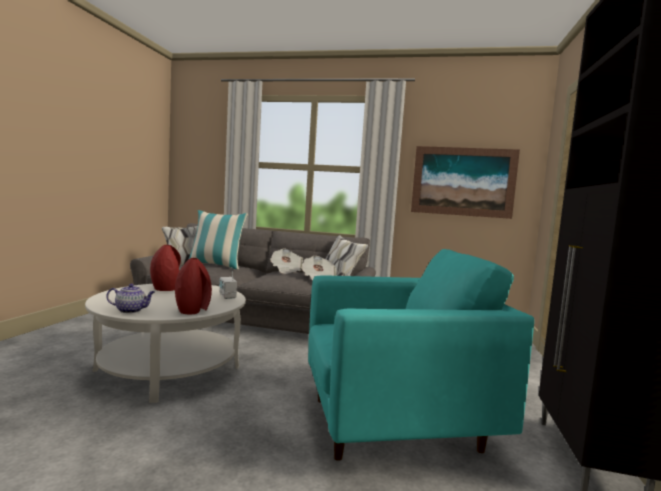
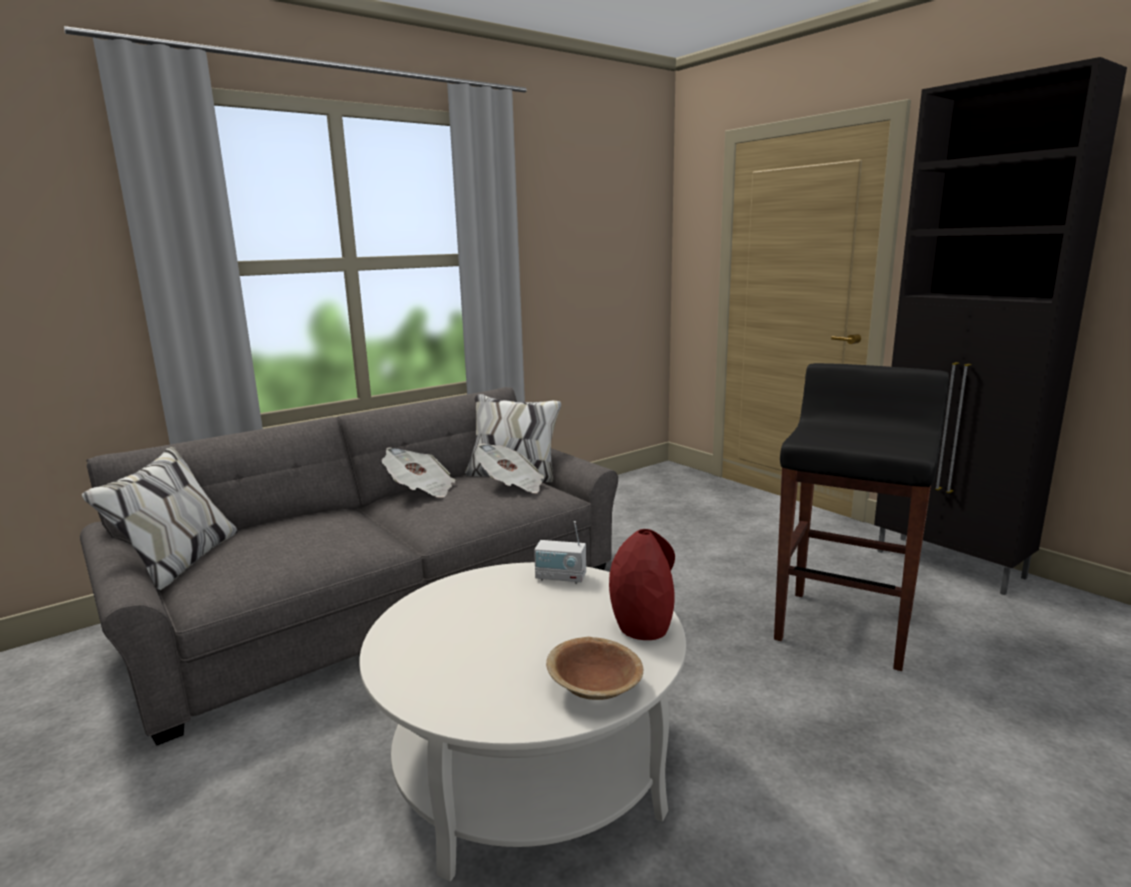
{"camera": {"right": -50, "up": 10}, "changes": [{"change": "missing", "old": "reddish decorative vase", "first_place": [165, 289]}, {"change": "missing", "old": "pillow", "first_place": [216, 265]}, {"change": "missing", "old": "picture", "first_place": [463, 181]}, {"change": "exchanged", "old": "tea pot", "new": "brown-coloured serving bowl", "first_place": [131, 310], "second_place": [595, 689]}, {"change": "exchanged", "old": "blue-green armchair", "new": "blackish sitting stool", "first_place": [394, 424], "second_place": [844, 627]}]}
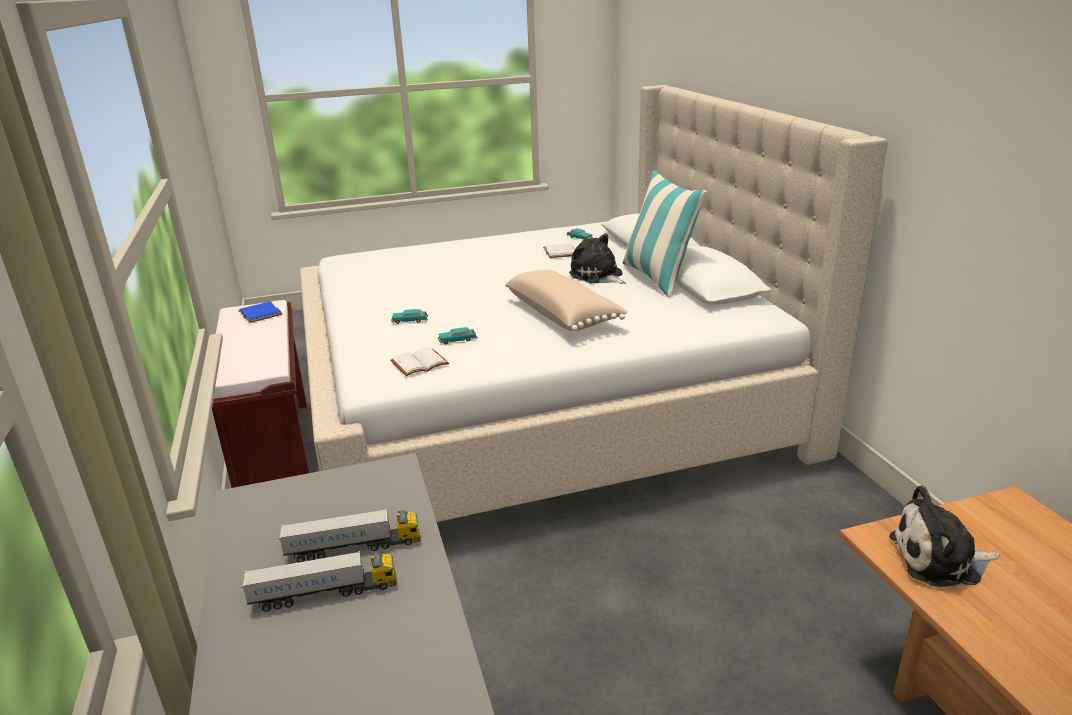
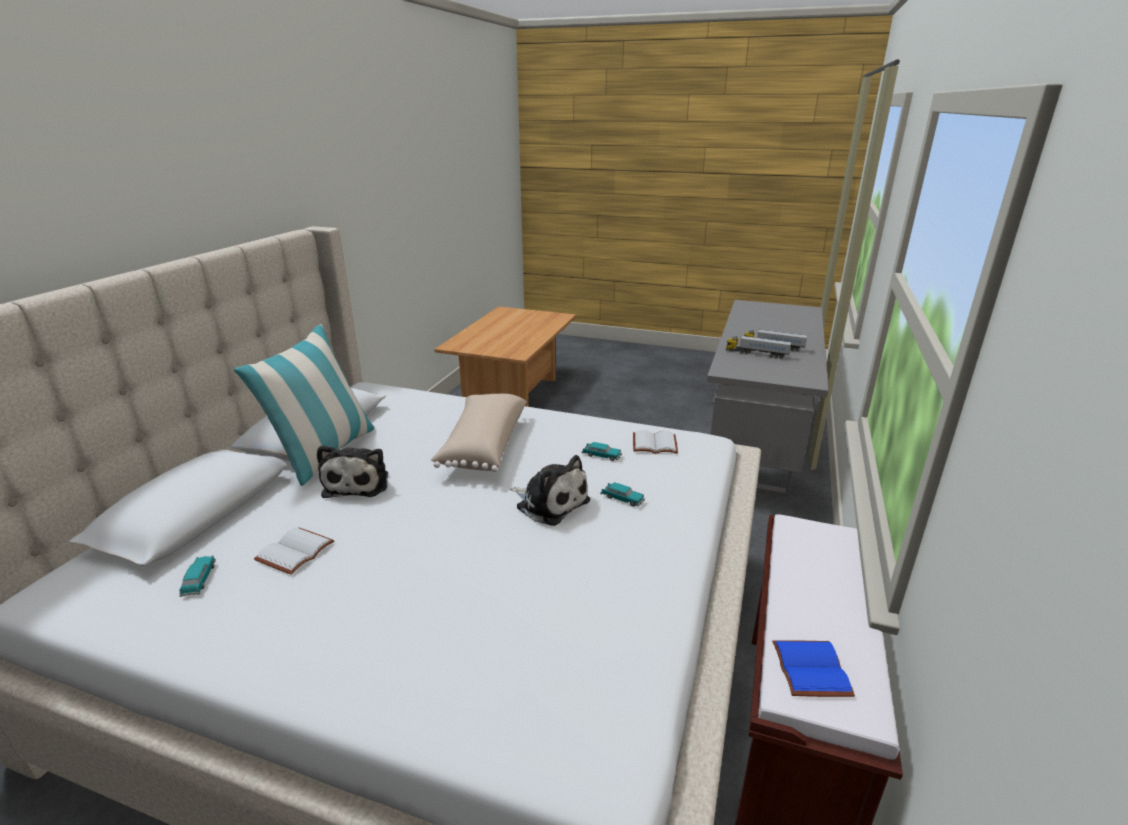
{"camera": {"right": -145, "up": 0}, "changes": [{"change": "relocated", "old": "plush toy", "first_place": [940, 560], "second_place": [550, 503]}]}
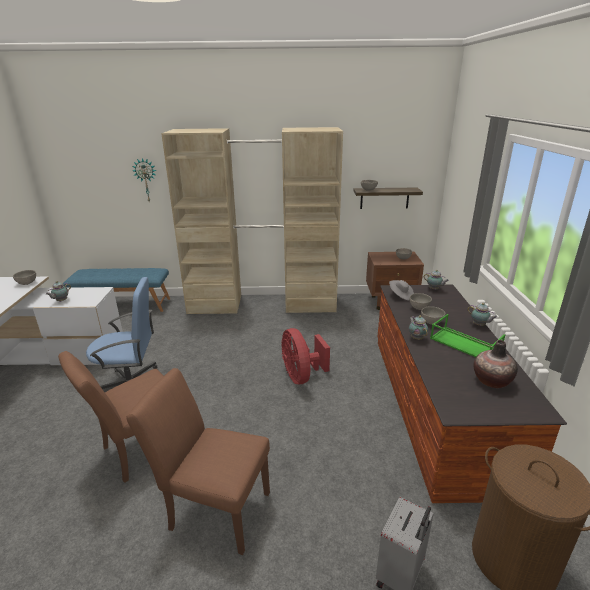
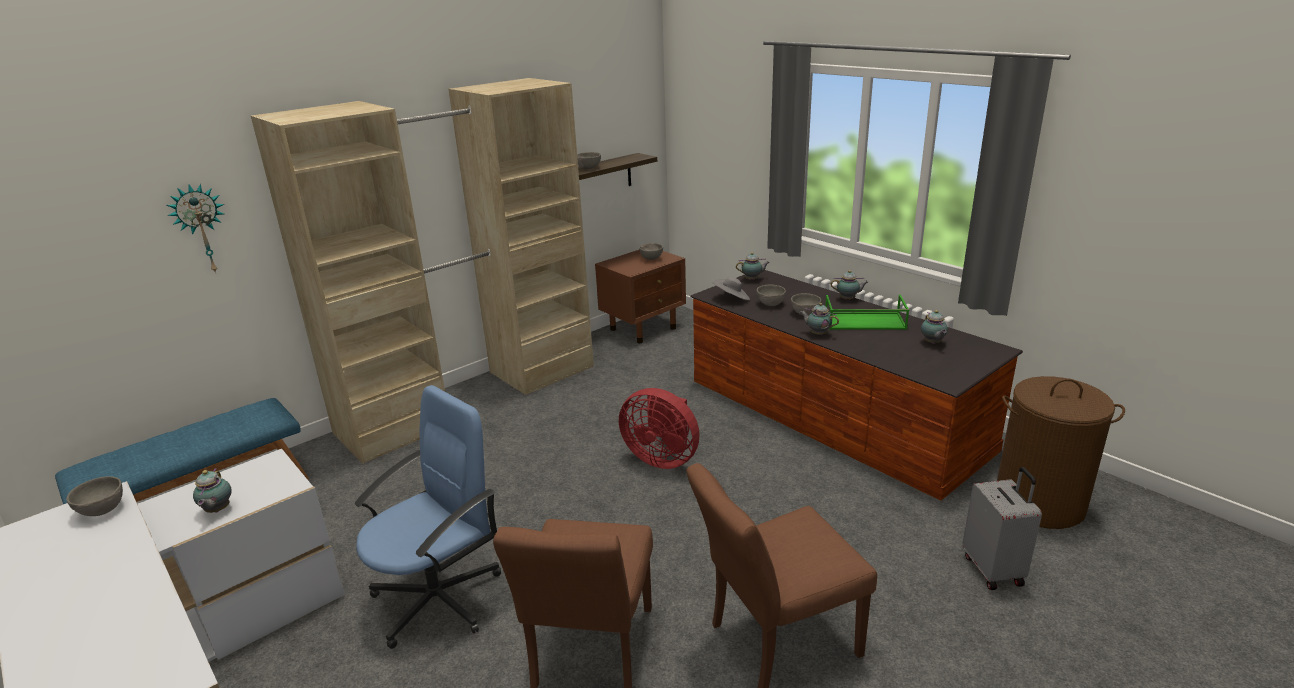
{"camera": {"right": -40, "up": 0}, "changes": [{"change": "exchanged", "old": "decorative vase", "new": "tea pot", "first_place": [491, 380], "second_place": [932, 343]}]}
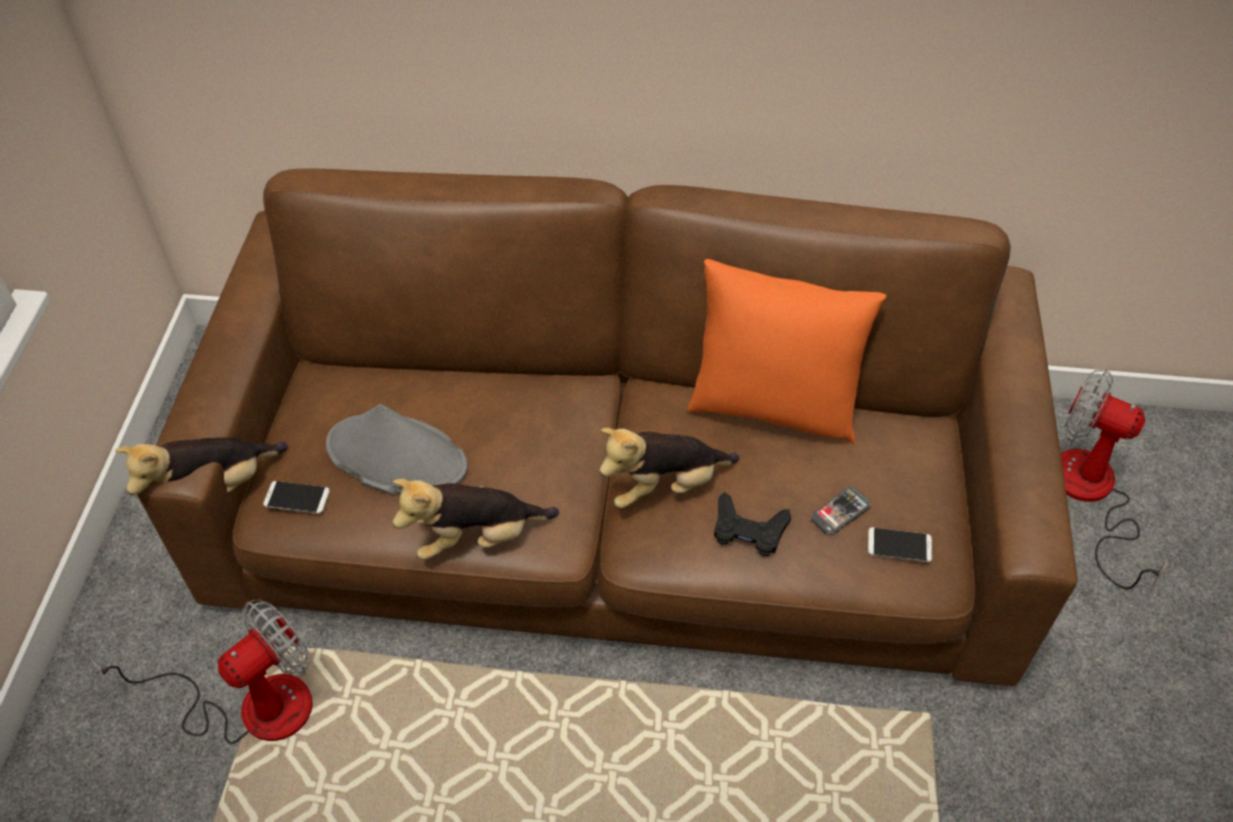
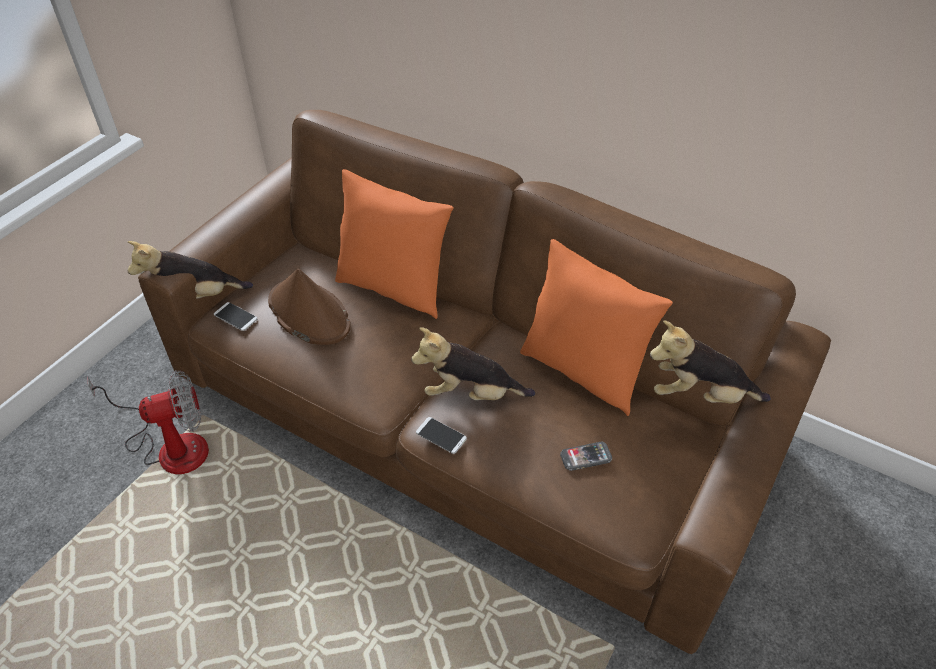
{"camera": {"right": 25, "up": -5}, "changes": [{"change": "missing", "old": "blackish joypad", "first_place": [748, 530]}, {"change": "missing", "old": "fan", "first_place": [1090, 496]}, {"change": "appeared", "new": "orangey pillow", "second_place": [393, 288]}, {"change": "relocated", "old": "plush toy", "first_place": [477, 537], "second_place": [700, 395]}, {"change": "relocated", "old": "handset", "first_place": [899, 545], "second_place": [441, 435]}, {"change": "colour", "old": "greyish clothing hat", "new": "brown-coloured clothing hat", "first_place": [396, 457], "second_place": [308, 313]}]}
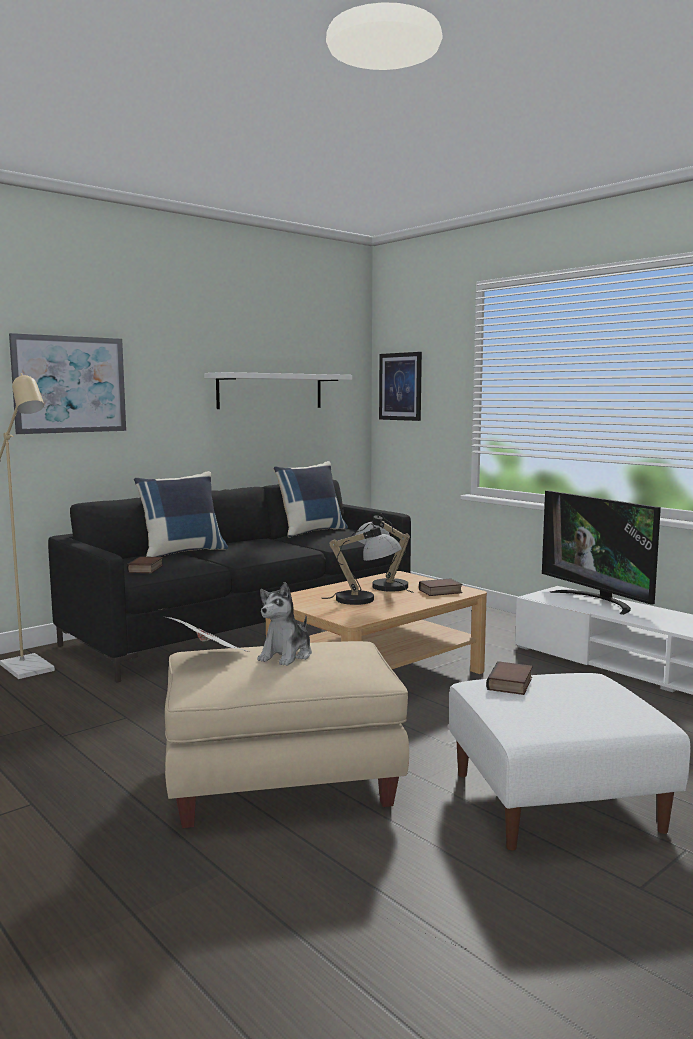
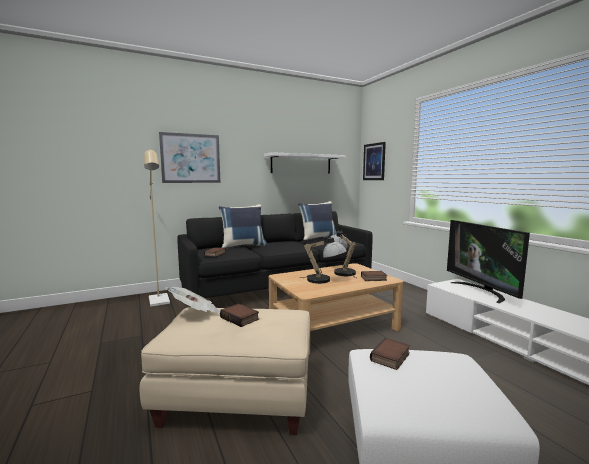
{"camera": {"right": 15, "up": 0}, "changes": [{"change": "exchanged", "old": "plush toy", "new": "bound book", "first_place": [286, 655], "second_place": [240, 318]}]}
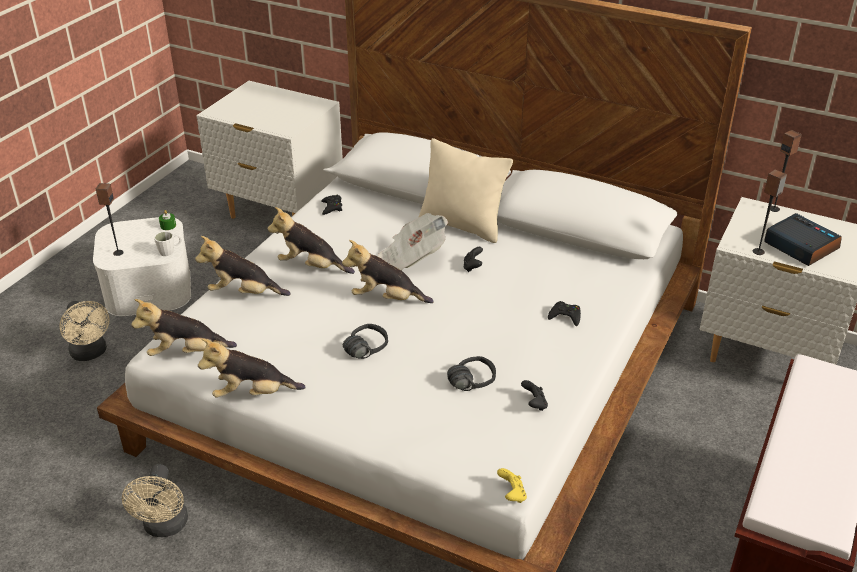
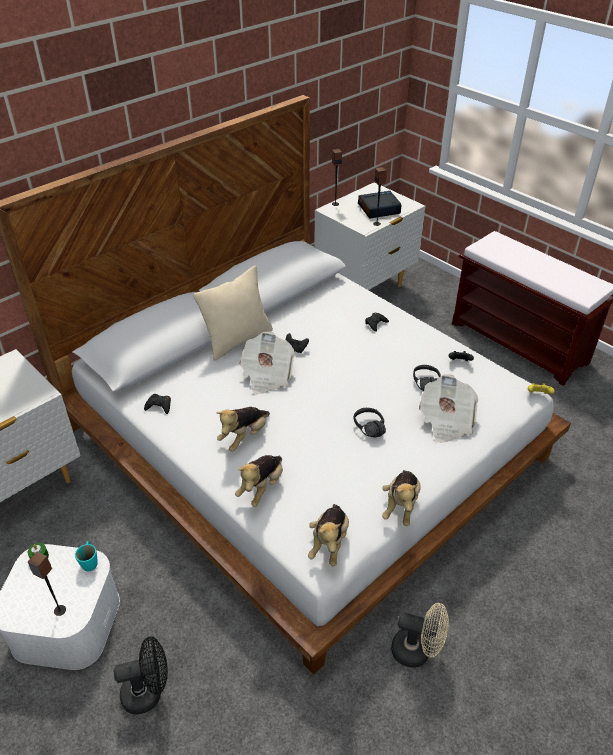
{"camera": {"right": -70, "up": 5}, "changes": [{"change": "missing", "old": "plush toy", "first_place": [386, 299]}, {"change": "appeared", "new": "daily paper", "second_place": [446, 421]}, {"change": "colour", "old": "beige fan", "new": "blackish fan", "first_place": [91, 353], "second_place": [148, 692]}, {"change": "colour", "old": "white mug", "new": "blue-green mug", "first_place": [170, 251], "second_place": [90, 561]}]}
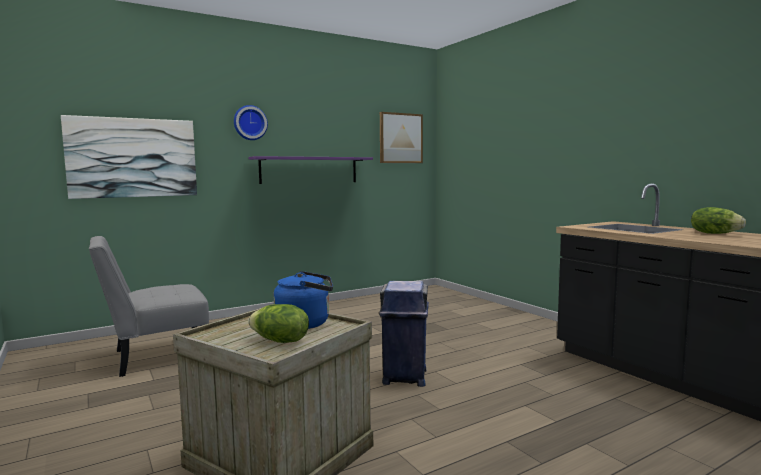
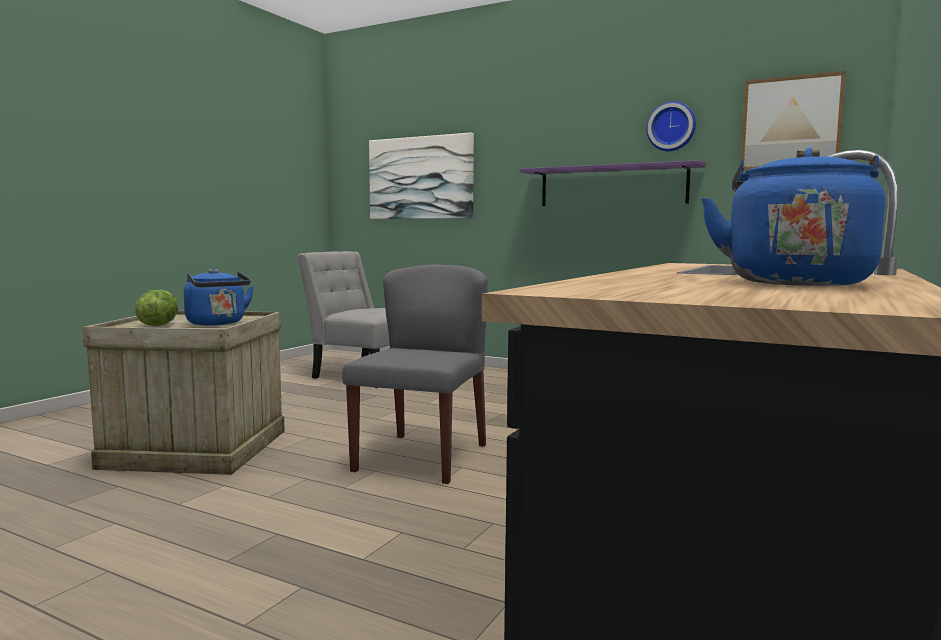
{"camera": {"right": 60, "up": 0}, "changes": [{"change": "relocated", "old": "hanging clock", "first_place": [249, 123], "second_place": [671, 127]}, {"change": "exchanged", "old": "bluish waste bin", "new": "greyish plain chair", "first_place": [404, 377], "second_place": [422, 457]}, {"change": "exchanged", "old": "head of lettuce", "new": "bluish water kettle", "first_place": [714, 233], "second_place": [795, 282]}]}
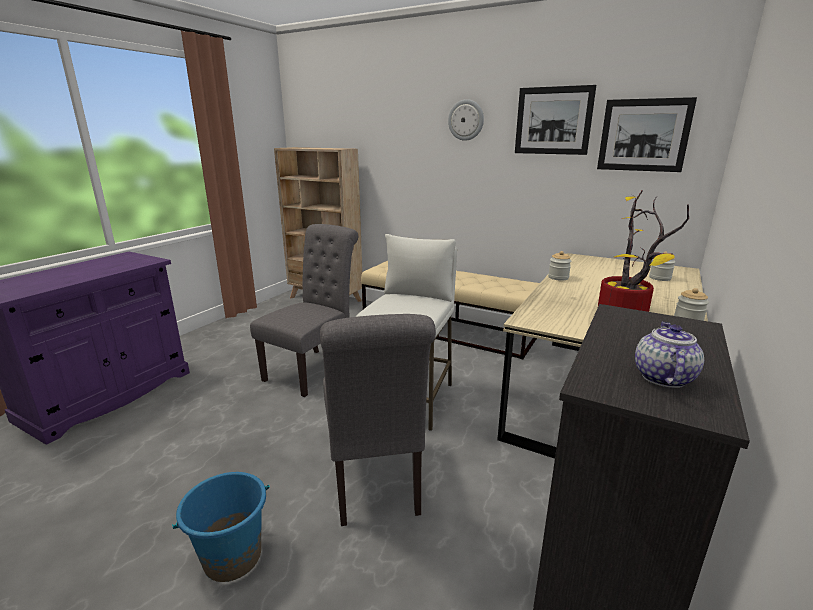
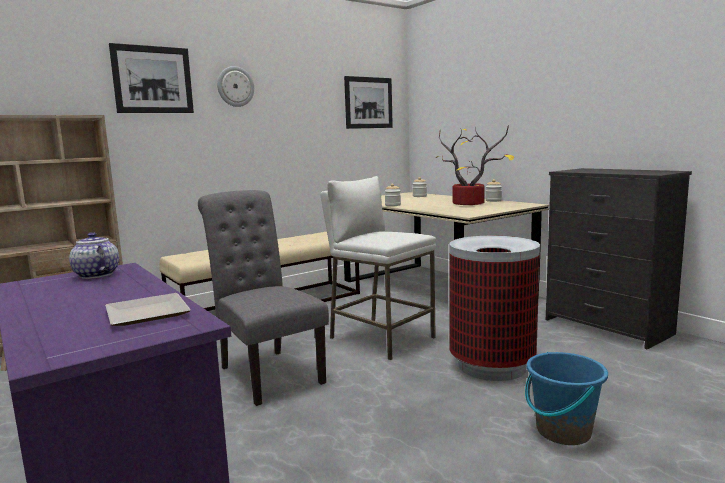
{"camera": {"right": -65, "up": -10}, "changes": [{"change": "appeared", "new": "plate", "second_place": [144, 313]}, {"change": "relocated", "old": "picture", "first_place": [553, 121], "second_place": [153, 80]}, {"change": "relocated", "old": "tea pot", "first_place": [662, 377], "second_place": [95, 275]}, {"change": "exchanged", "old": "greyish plain chair", "new": "waste bin", "first_place": [375, 484], "second_place": [492, 366]}]}
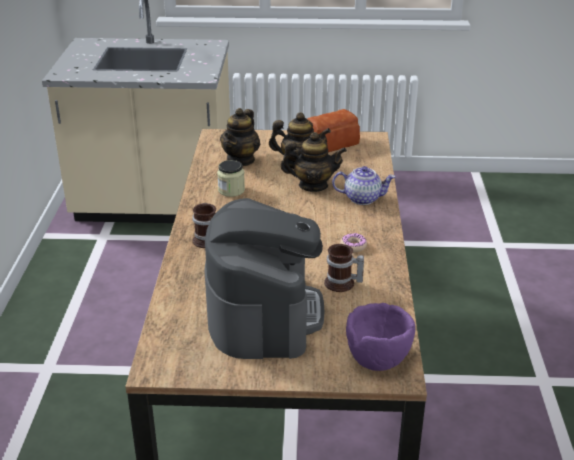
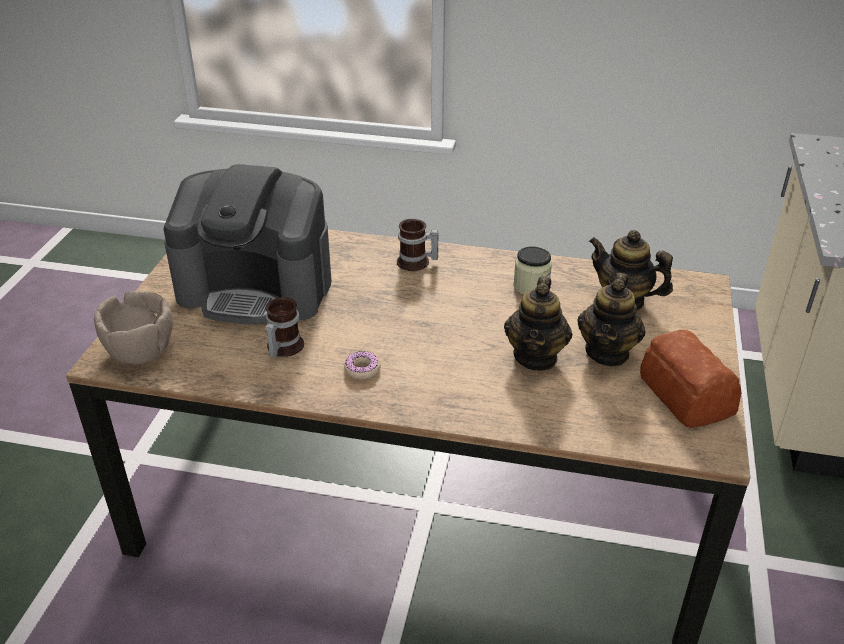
{"camera": {"right": 100, "up": 5}, "changes": [{"change": "missing", "old": "tea pot", "first_place": [363, 198]}, {"change": "colour", "old": "purplish serving bowl", "new": "brown-coloured serving bowl", "first_place": [378, 357], "second_place": [140, 352]}]}
